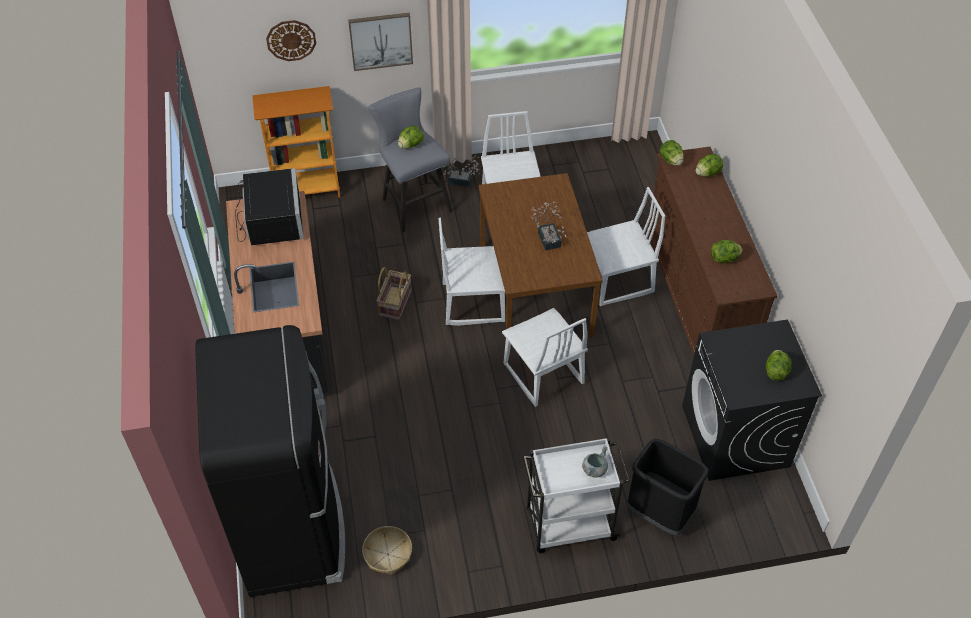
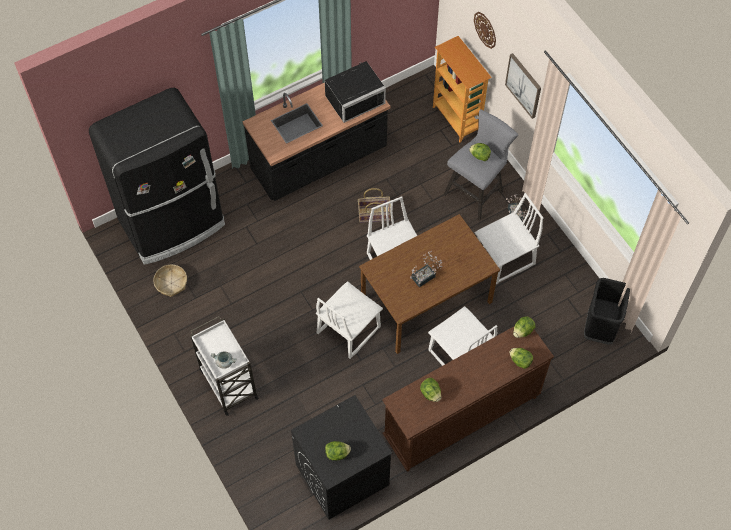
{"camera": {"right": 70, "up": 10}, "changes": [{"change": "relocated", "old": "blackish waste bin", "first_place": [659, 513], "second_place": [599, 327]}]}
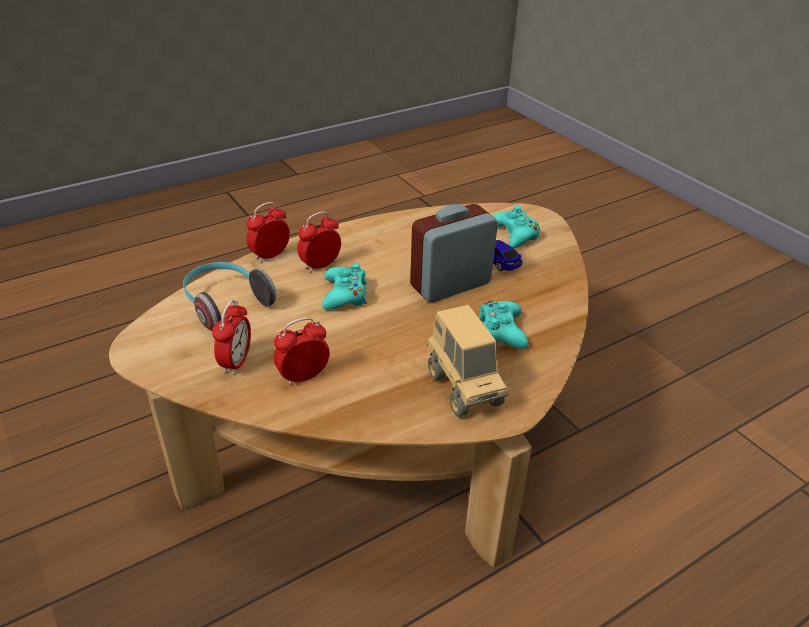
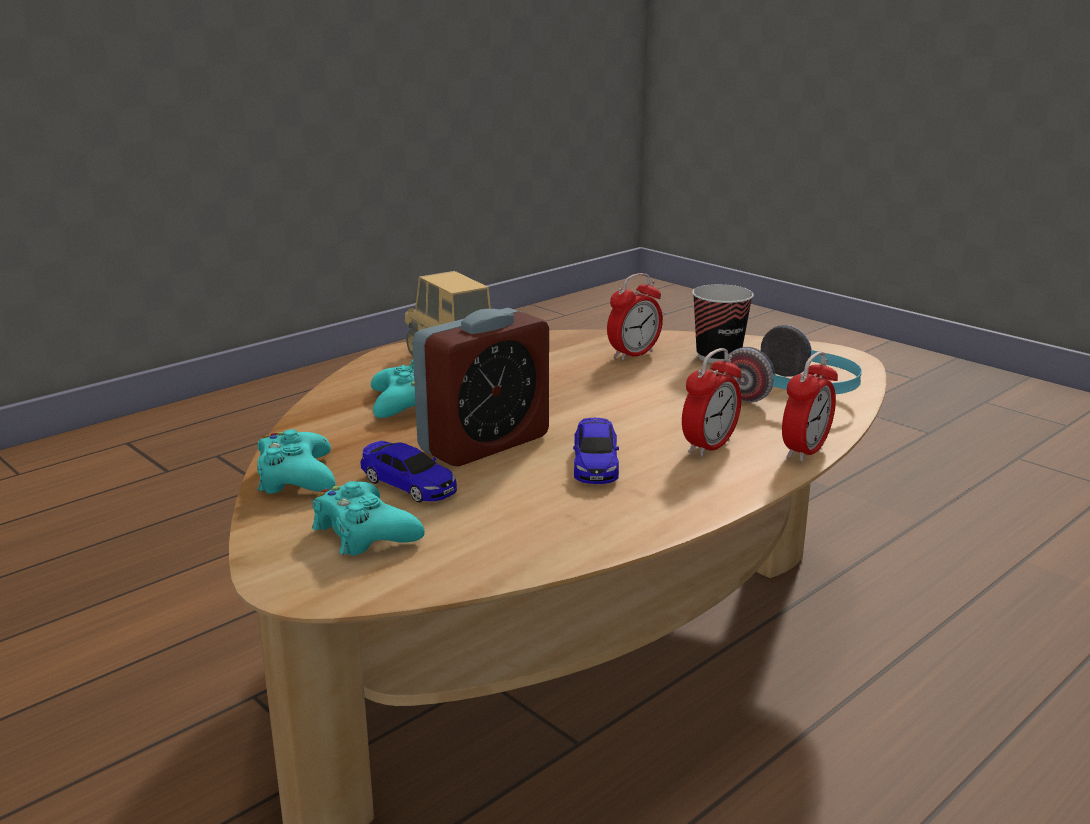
{"camera": {"right": 170, "up": -15}, "changes": [{"change": "appeared", "new": "miniature car", "second_place": [595, 464]}, {"change": "relocated", "old": "blue-green joypad", "first_place": [345, 295], "second_place": [296, 477]}, {"change": "exchanged", "old": "bedside clock", "new": "cup", "first_place": [236, 362], "second_place": [718, 357]}]}
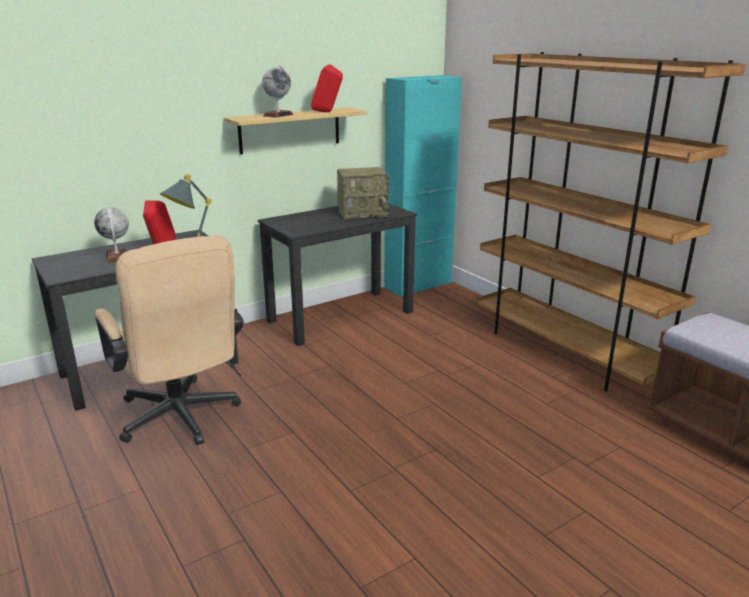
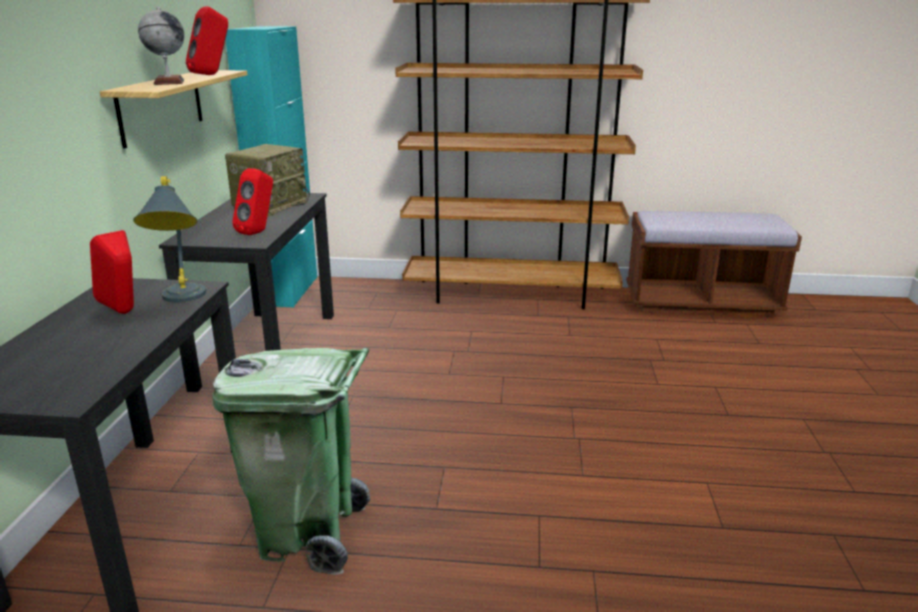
{"camera": {"right": -50, "up": 0}, "changes": [{"change": "missing", "old": "world globe", "first_place": [117, 257]}, {"change": "appeared", "new": "reddish loudspeaker", "second_place": [258, 232]}, {"change": "exchanged", "old": "beige desk chair", "new": "green waste bin", "first_place": [182, 420], "second_place": [308, 534]}]}
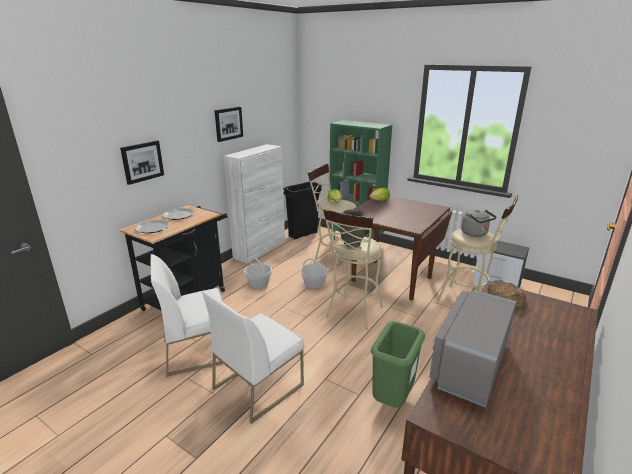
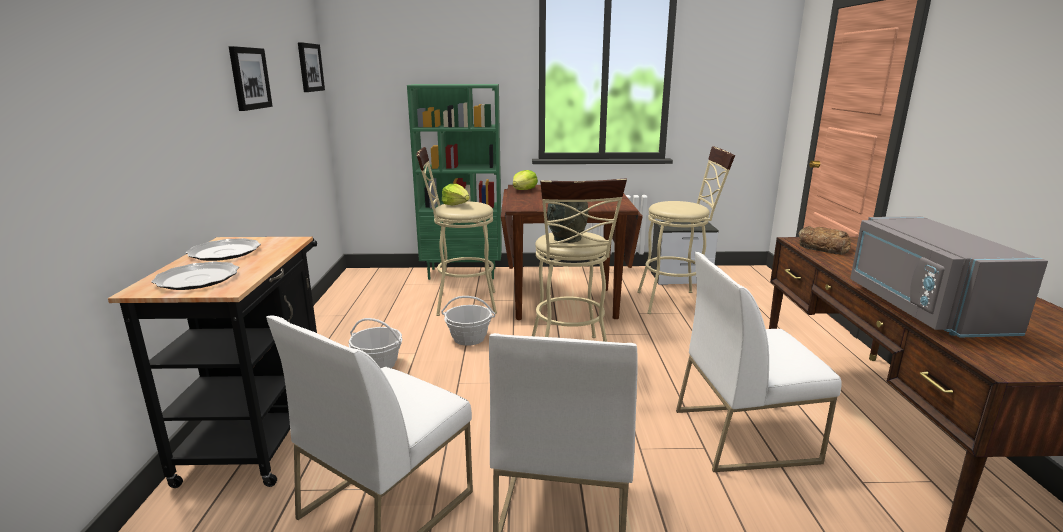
{"camera": {"right": -35, "up": -5}, "changes": [{"change": "missing", "old": "white storage cabinet", "first_place": [260, 249]}, {"change": "missing", "old": "blackish waste bin", "first_place": [303, 234]}, {"change": "missing", "old": "greyish water kettle", "first_place": [475, 234]}, {"change": "relocated", "old": "picture", "first_place": [142, 161], "second_place": [310, 67]}, {"change": "exchanged", "old": "green waste bin", "new": "white plain chair", "first_place": [392, 399], "second_place": [745, 434]}]}
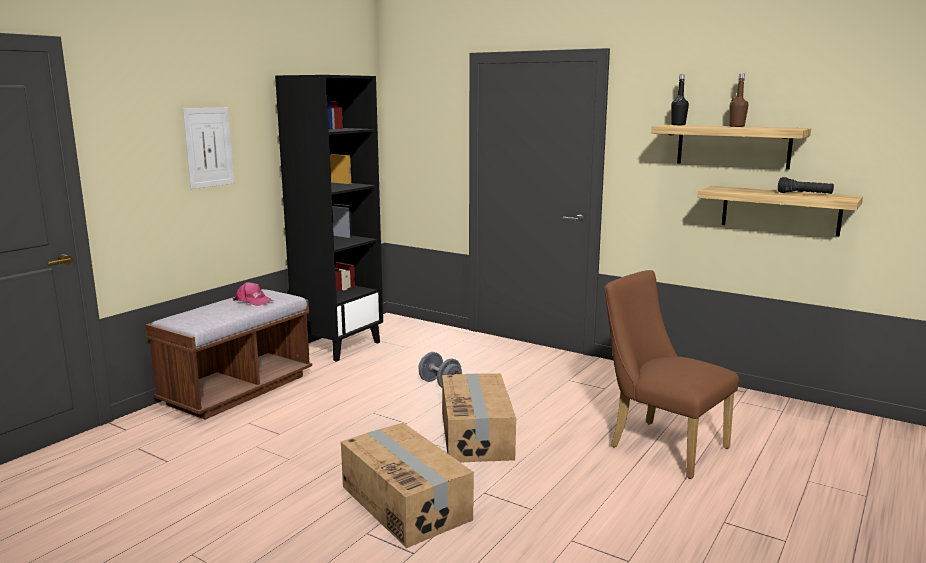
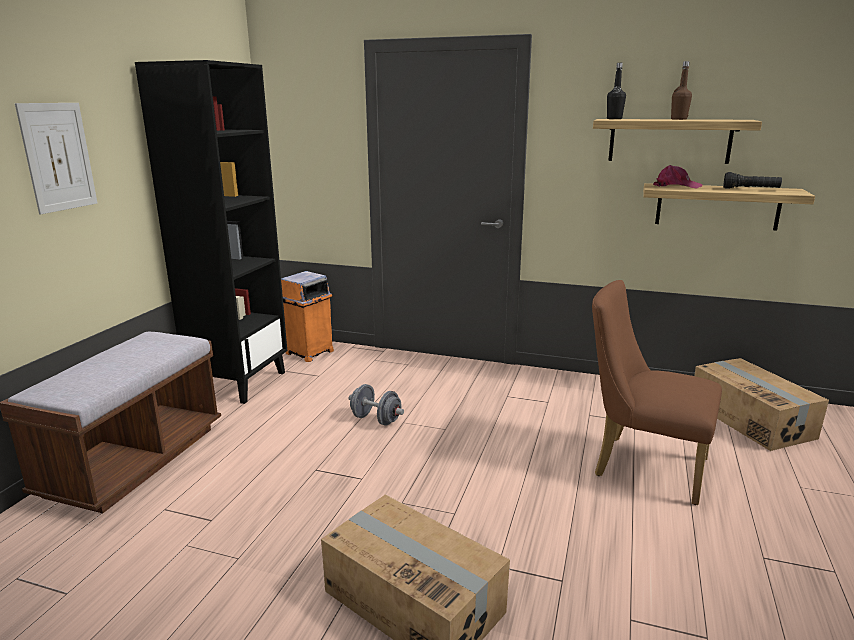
{"camera": {"right": -15, "up": 5}, "changes": [{"change": "appeared", "new": "orangey waste bin", "second_place": [308, 353]}, {"change": "relocated", "old": "pinkish baseball cap", "first_place": [253, 301], "second_place": [676, 186]}, {"change": "relocated", "old": "carton", "first_place": [477, 435], "second_place": [751, 419]}]}
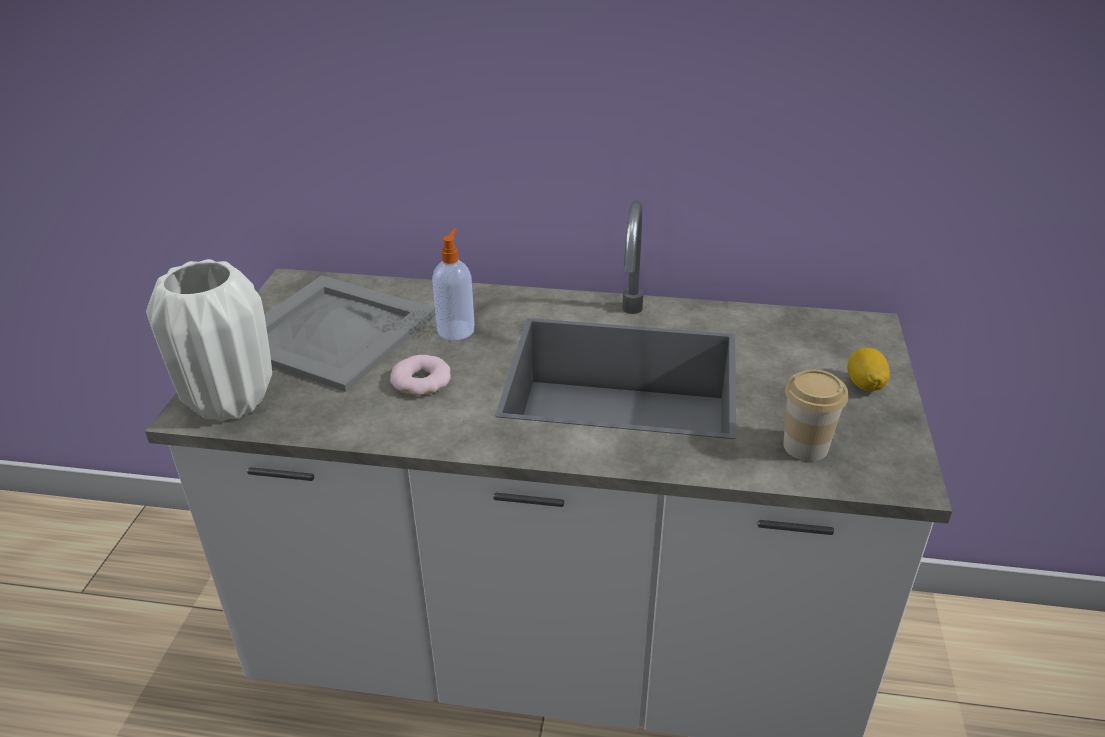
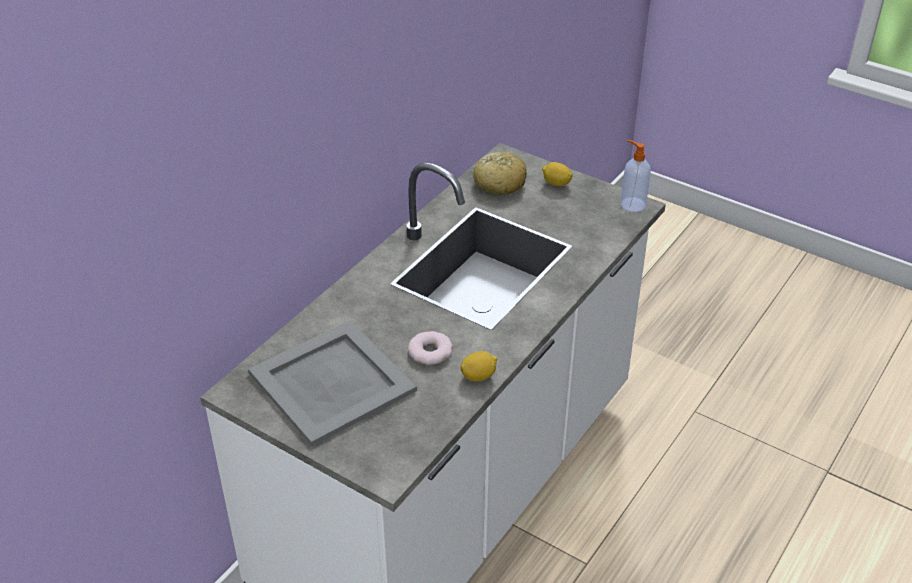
{"camera": {"right": -65, "up": 5}, "changes": [{"change": "missing", "old": "white decorative vase", "first_place": [231, 402]}, {"change": "missing", "old": "cup", "first_place": [805, 446]}, {"change": "appeared", "new": "lemon", "second_place": [478, 376]}, {"change": "appeared", "new": "baked bread", "second_place": [500, 182]}, {"change": "relocated", "old": "liquid soap bottle", "first_place": [456, 329], "second_place": [632, 204]}]}
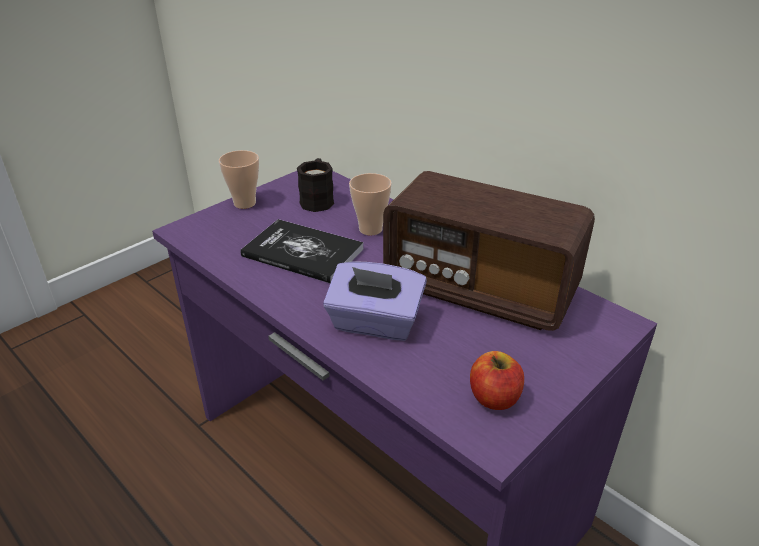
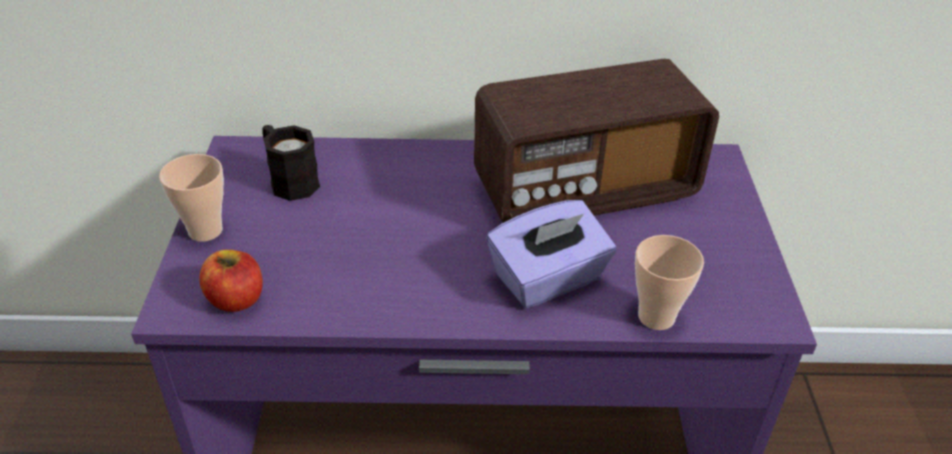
{"camera": {"right": -45, "up": 5}, "changes": [{"change": "missing", "old": "bound book", "first_place": [302, 252]}, {"change": "relocated", "old": "cup", "first_place": [370, 229], "second_place": [656, 317]}, {"change": "relocated", "old": "apple fruit", "first_place": [494, 398], "second_place": [236, 299]}]}
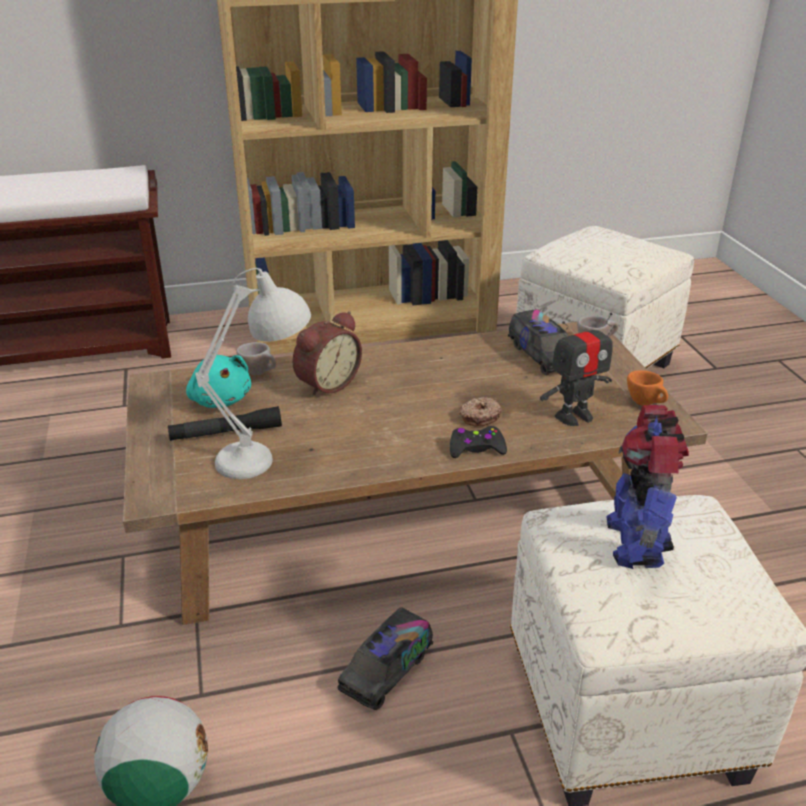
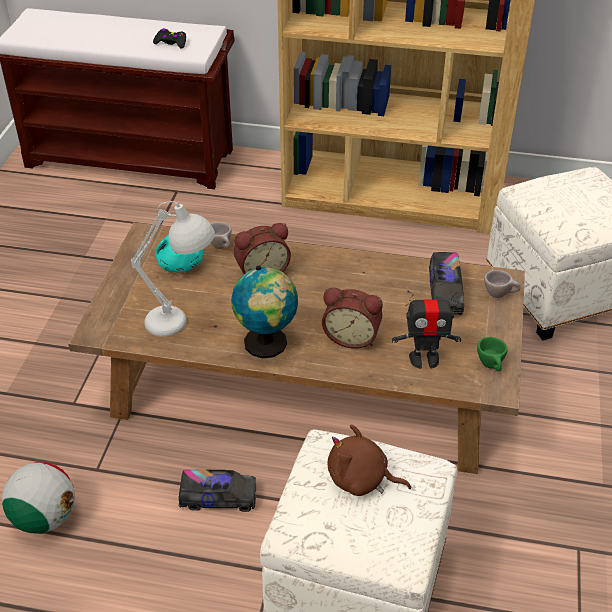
{"camera": {"right": 25, "up": 10}, "changes": [{"change": "missing", "old": "blackish flashlight", "first_place": [226, 433]}, {"change": "appeared", "new": "world globe", "second_place": [267, 345]}, {"change": "relocated", "old": "blackish joypad", "first_place": [476, 448], "second_place": [171, 43]}, {"change": "exchanged", "old": "donut", "new": "bedside clock", "first_place": [479, 417], "second_place": [352, 336]}, {"change": "exchanged", "old": "toy robot", "new": "brown-coloured plush toy", "first_place": [636, 541], "second_place": [361, 479]}, {"change": "colour", "old": "orangey cup", "new": "green cup", "first_place": [646, 404], "second_place": [491, 366]}, {"change": "spun", "old": "model truck", "first_place": [386, 670], "second_place": [218, 498], "degrees": -150}]}
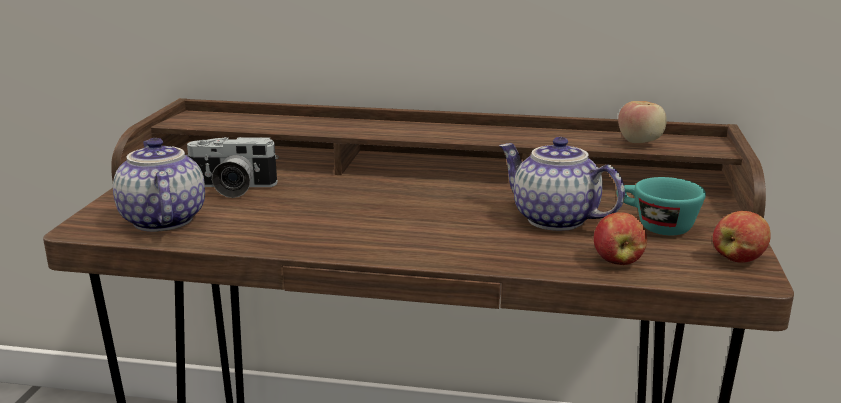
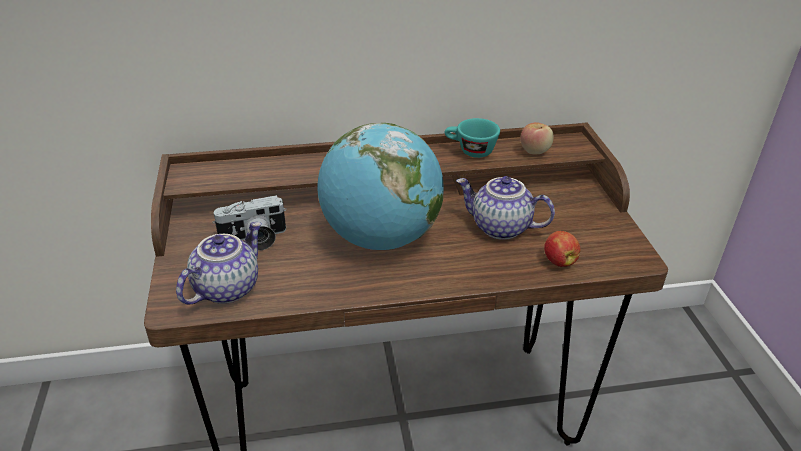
{"camera": {"right": -20, "up": 15}, "changes": [{"change": "missing", "old": "apple fruit", "first_place": [739, 259]}, {"change": "appeared", "new": "world globe", "second_place": [381, 238]}, {"change": "relocated", "old": "blue-green cup", "first_place": [655, 226], "second_place": [470, 151]}, {"change": "spun", "old": "tea pot", "first_place": [161, 220], "second_place": [226, 288], "degrees": 75}]}
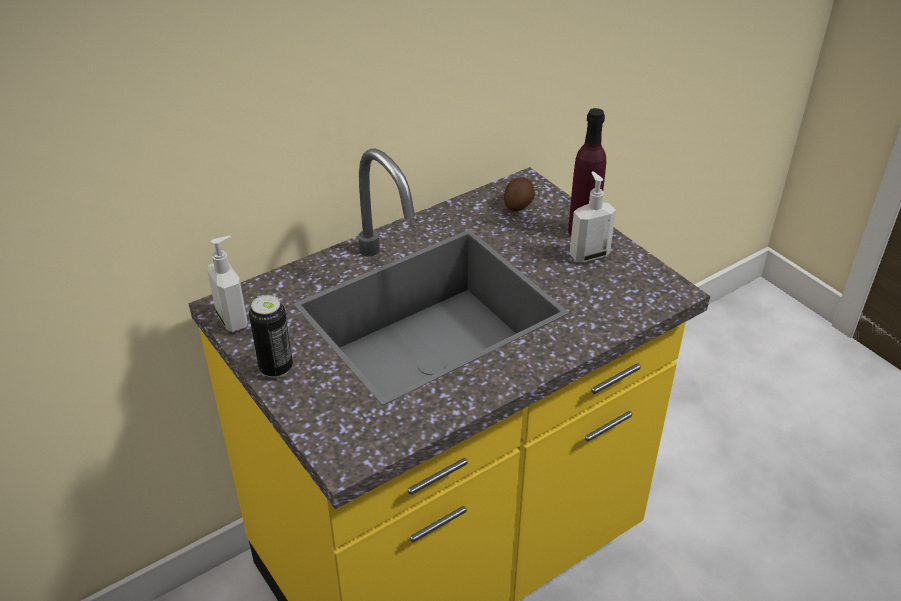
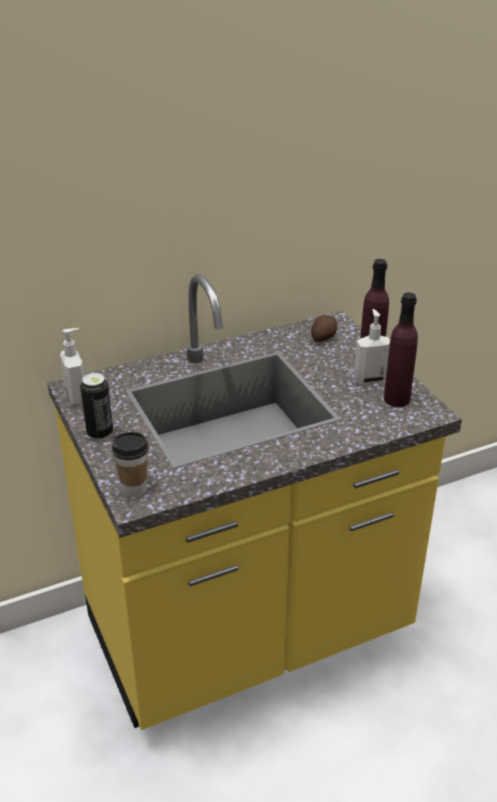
{"camera": {"right": 10, "up": -5}, "changes": [{"change": "appeared", "new": "cup", "second_place": [134, 489]}, {"change": "appeared", "new": "purplish drink bottle", "second_place": [396, 399]}]}
